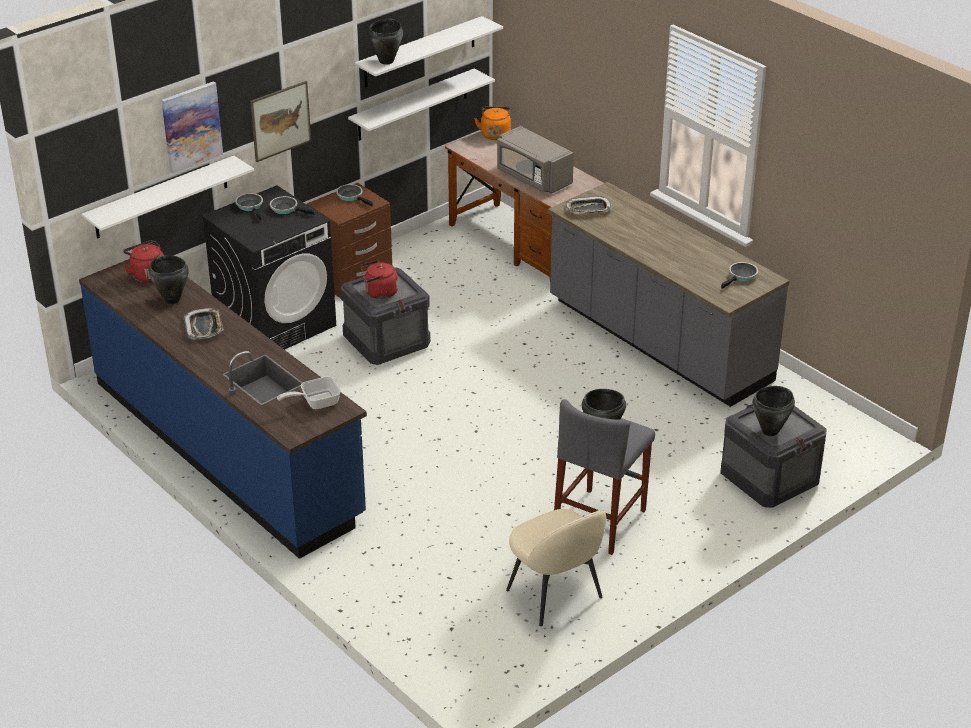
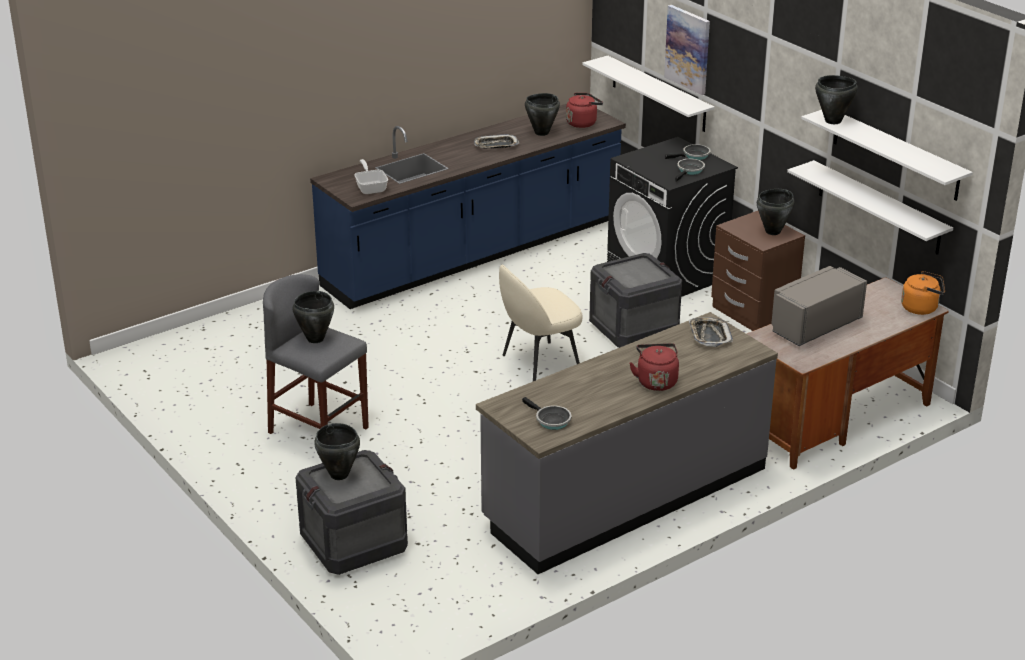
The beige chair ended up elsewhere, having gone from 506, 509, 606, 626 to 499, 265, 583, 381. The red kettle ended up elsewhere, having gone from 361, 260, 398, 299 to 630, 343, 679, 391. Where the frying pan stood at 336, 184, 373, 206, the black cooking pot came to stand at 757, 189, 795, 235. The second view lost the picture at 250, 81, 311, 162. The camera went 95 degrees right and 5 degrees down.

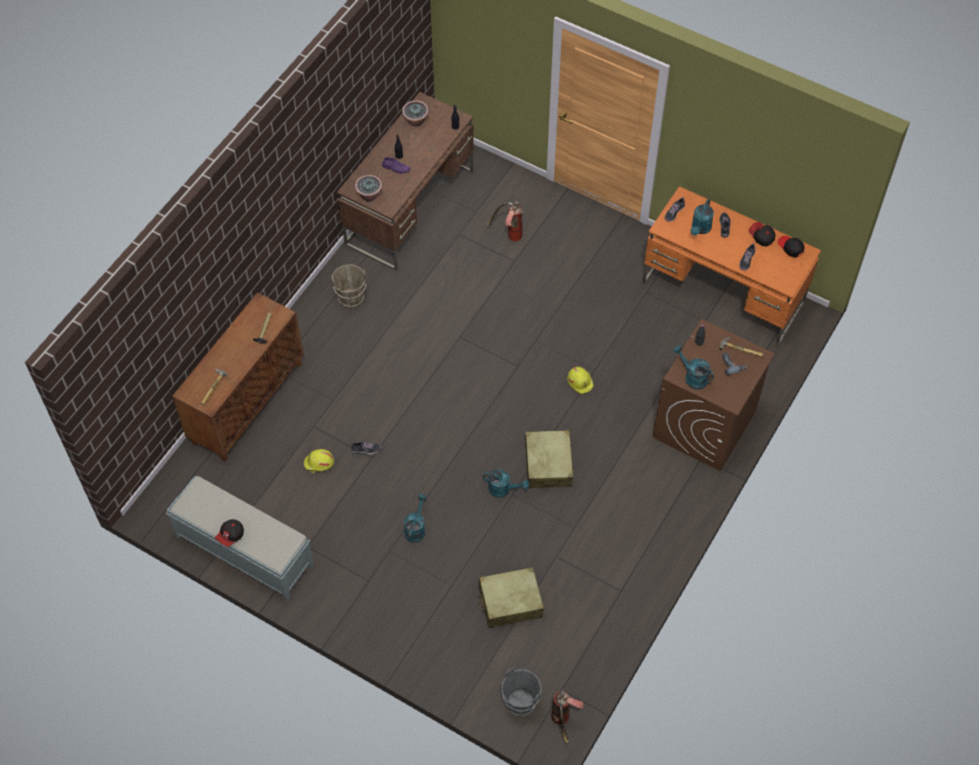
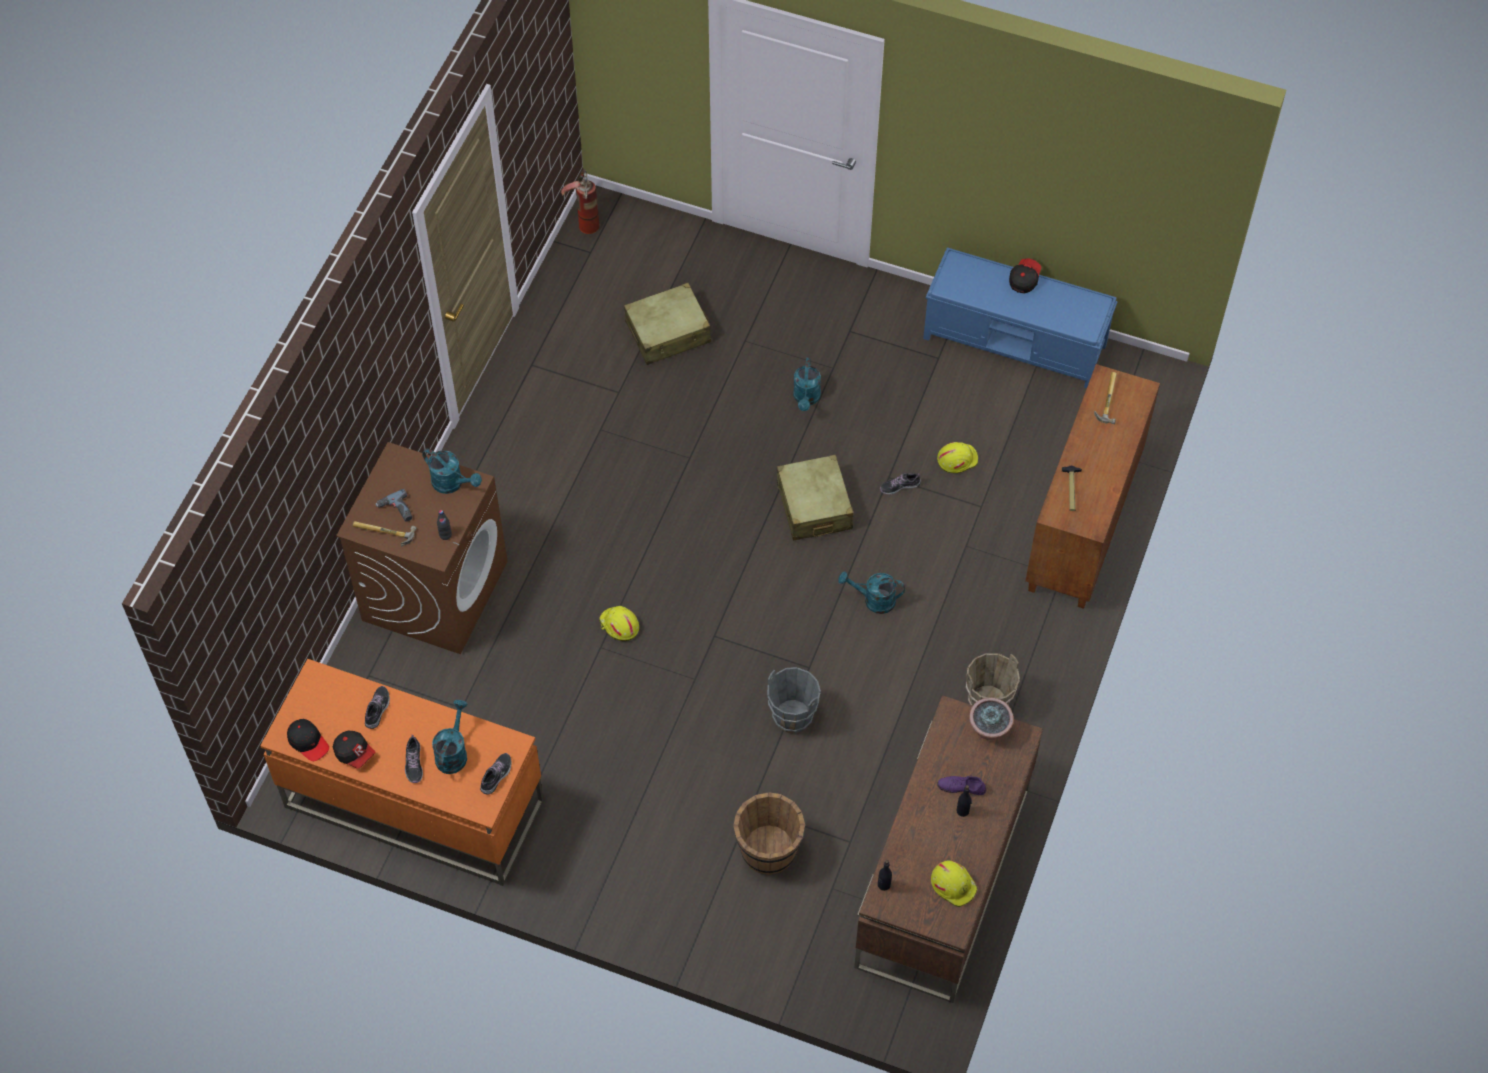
Where the fire extinguisher stood at 487, 202, 524, 242, the brown bucket came to stand at 733, 792, 805, 875. The grey bucket ended up elsewhere, having gone from 501, 668, 542, 716 to 767, 667, 821, 733. The beige suitcase ended up elsewhere, having gone from 525, 430, 574, 488 to 777, 455, 853, 541. The turquoise watering can ended up elsewhere, having gone from 483, 469, 529, 498 to 838, 572, 905, 614. What was the grey bench at 166, 476, 314, 601 turned into the blue bench at 923, 247, 1118, 388. Where the potted plant stood at 402, 100, 429, 126, the yellow hard hat came to stand at 931, 860, 978, 907. The camera went 170 degrees right and 0 degrees up.

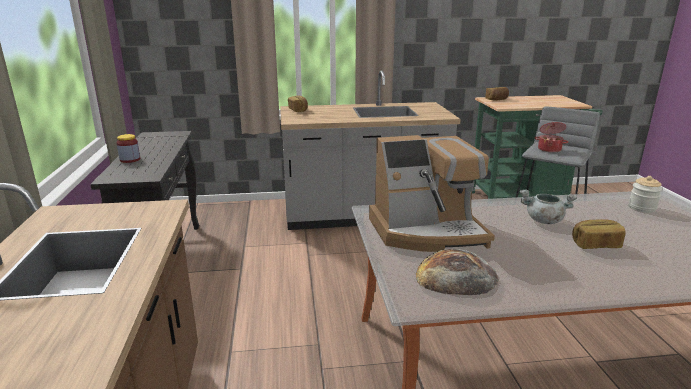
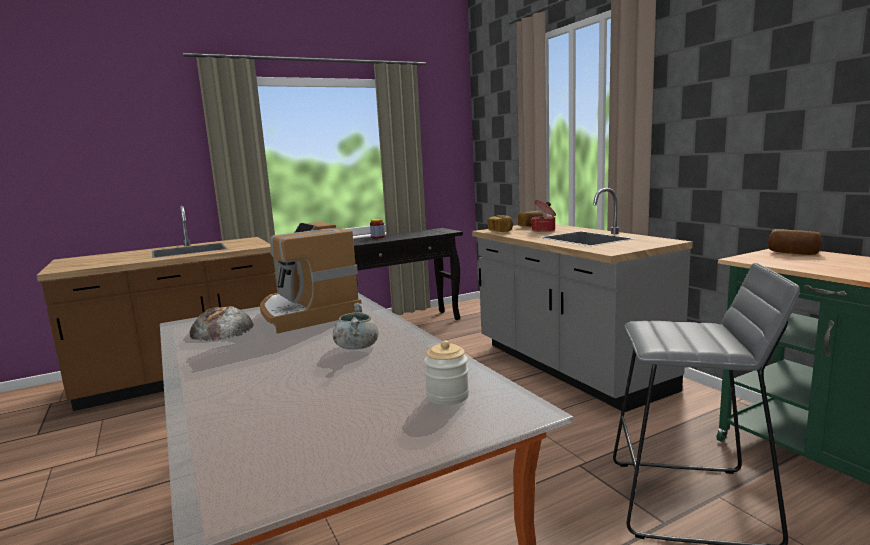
The bread ended up elsewhere, having gone from 572, 219, 626, 249 to 488, 215, 513, 232. The cooking pot ended up elsewhere, having gone from 534, 122, 568, 153 to 531, 200, 556, 232. The camera went 70 degrees right and 10 degrees down.

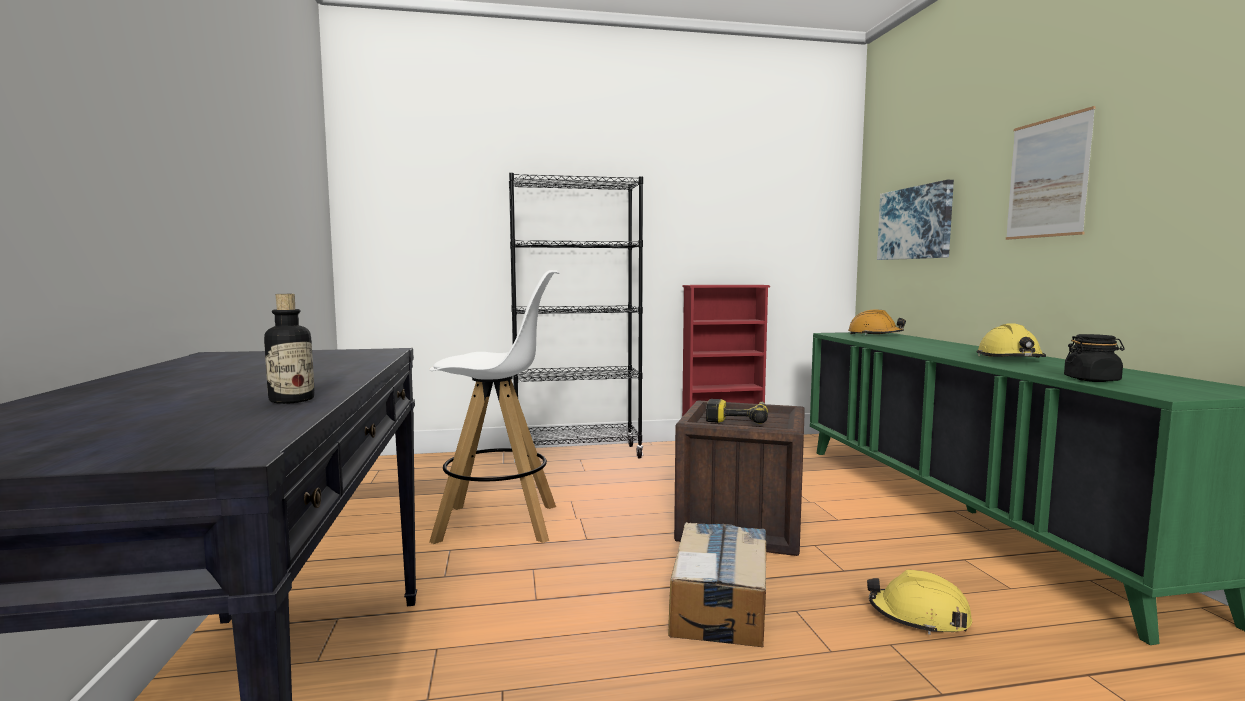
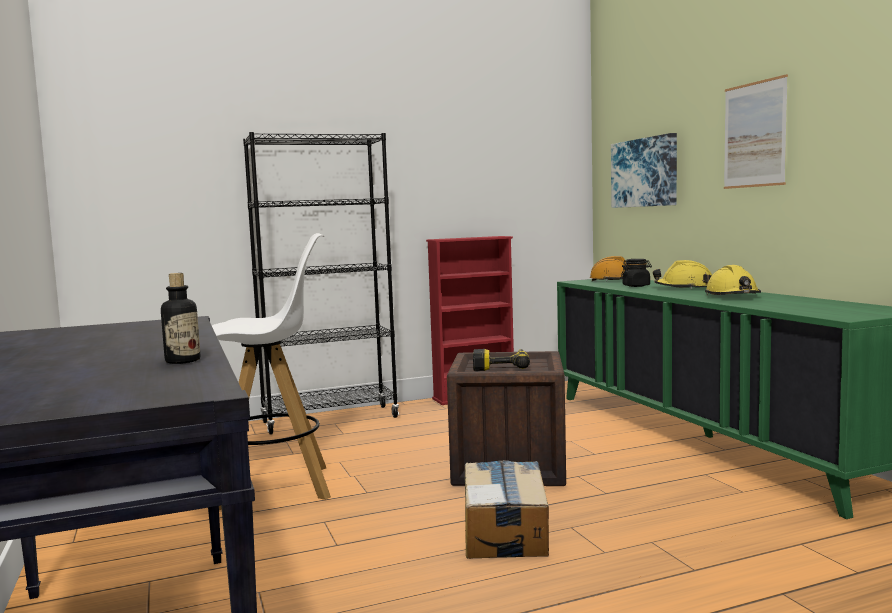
The black jar ended up elsewhere, having gone from 1064, 334, 1125, 382 to 621, 259, 652, 287. The yellow hard hat ended up elsewhere, having gone from 867, 569, 972, 635 to 653, 260, 712, 289. The camera went 10 degrees left and 0 degrees up.

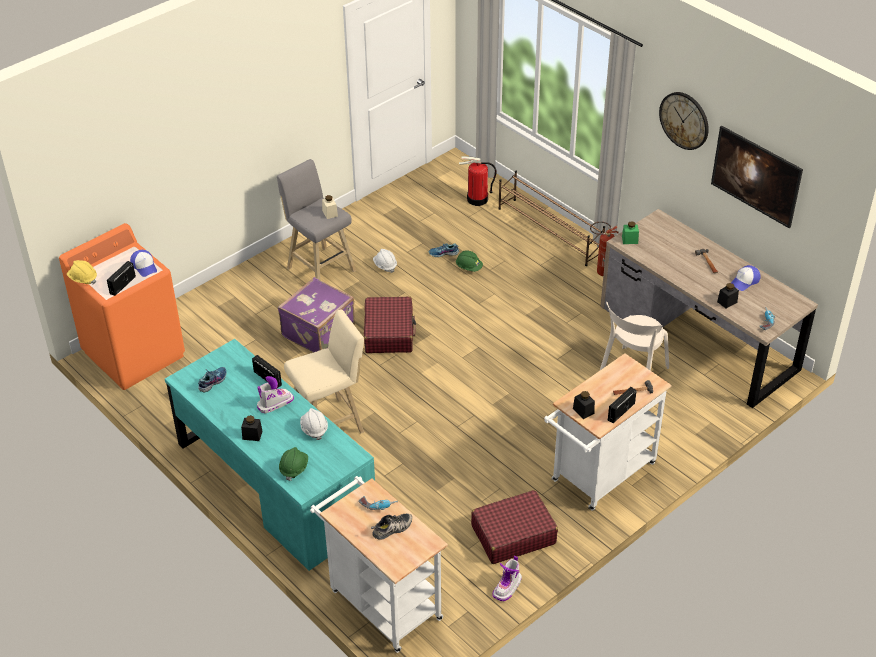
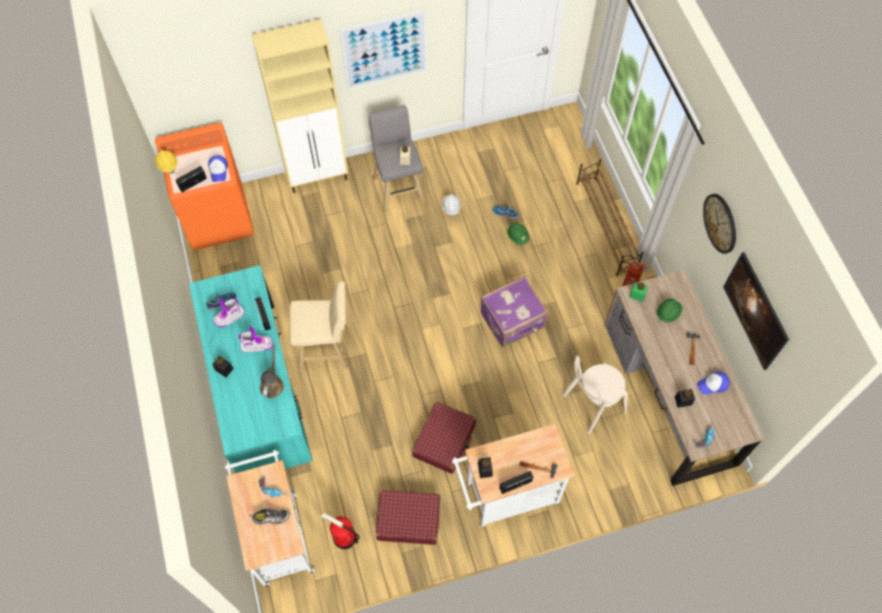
The boot ended up elsewhere, having gone from 492, 556, 522, 601 to 213, 298, 244, 327. The second view gained the beige cabinet at 252, 19, 348, 193. Where the white hard hat stood at 300, 408, 328, 440, the brown watering can came to stand at 260, 344, 284, 398. The fire extinguisher ended up elsewhere, having gone from 459, 156, 497, 206 to 321, 513, 360, 549. The second view gained the picture at 339, 10, 427, 89. The red suitcase ended up elsewhere, having gone from 364, 296, 416, 353 to 412, 402, 476, 474. The purple suitcase ended up elsewhere, having gone from 278, 277, 355, 353 to 480, 276, 548, 347. The green hard hat ended up elsewhere, having gone from 279, 447, 308, 481 to 657, 299, 683, 323. The camera went 25 degrees right and 20 degrees up.

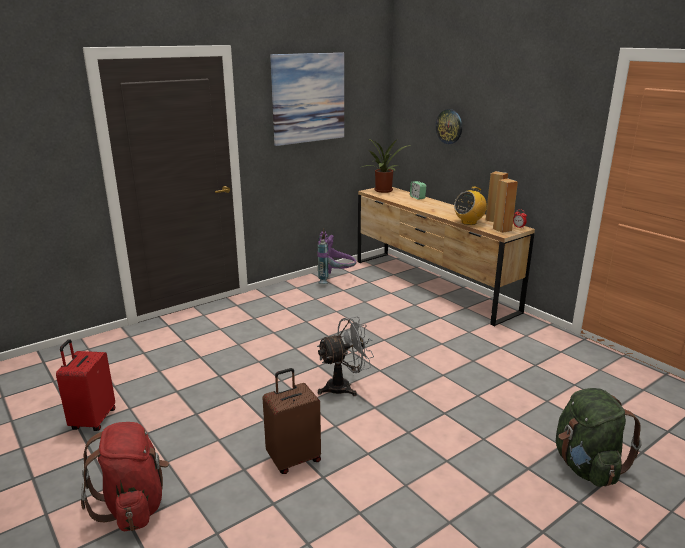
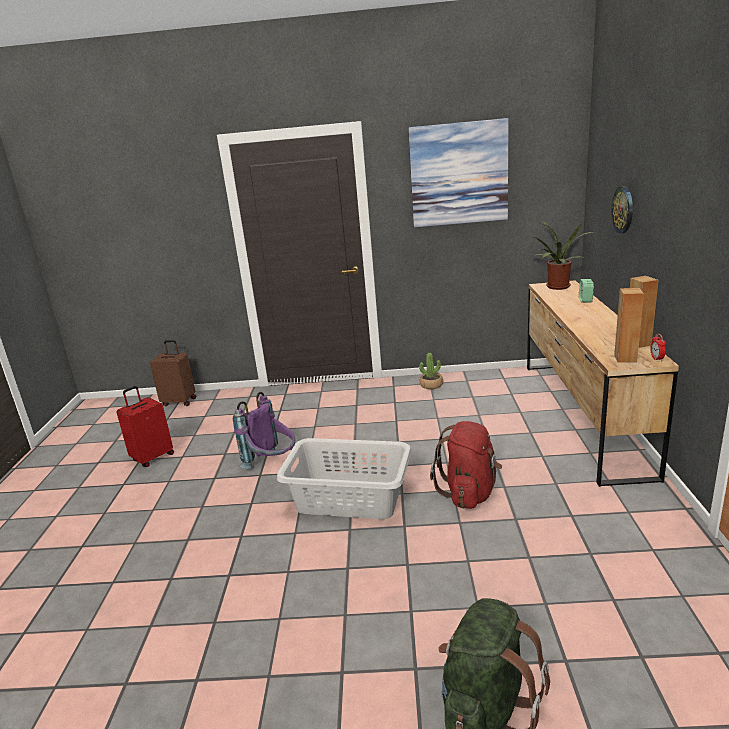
The brown suitcase ended up elsewhere, having gone from 262, 368, 321, 474 to 150, 340, 196, 406. The purple backpack ended up elsewhere, having gone from 317, 228, 356, 284 to 233, 392, 295, 469. Where the grey fan stood at 317, 316, 374, 396, the grey laundry basket came to stand at 277, 438, 412, 519. The second view gained the potted plant at 419, 353, 443, 389. The red backpack ended up elsewhere, having gone from 81, 422, 169, 531 to 430, 421, 502, 509. The second view lost the radio at 454, 187, 487, 225. The camera went 40 degrees right and 0 degrees up.

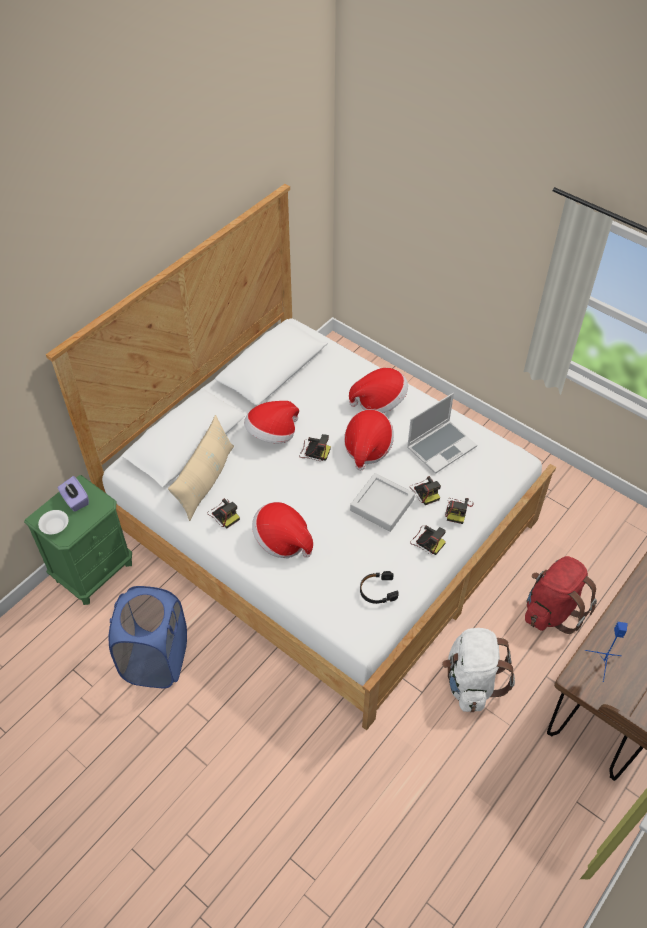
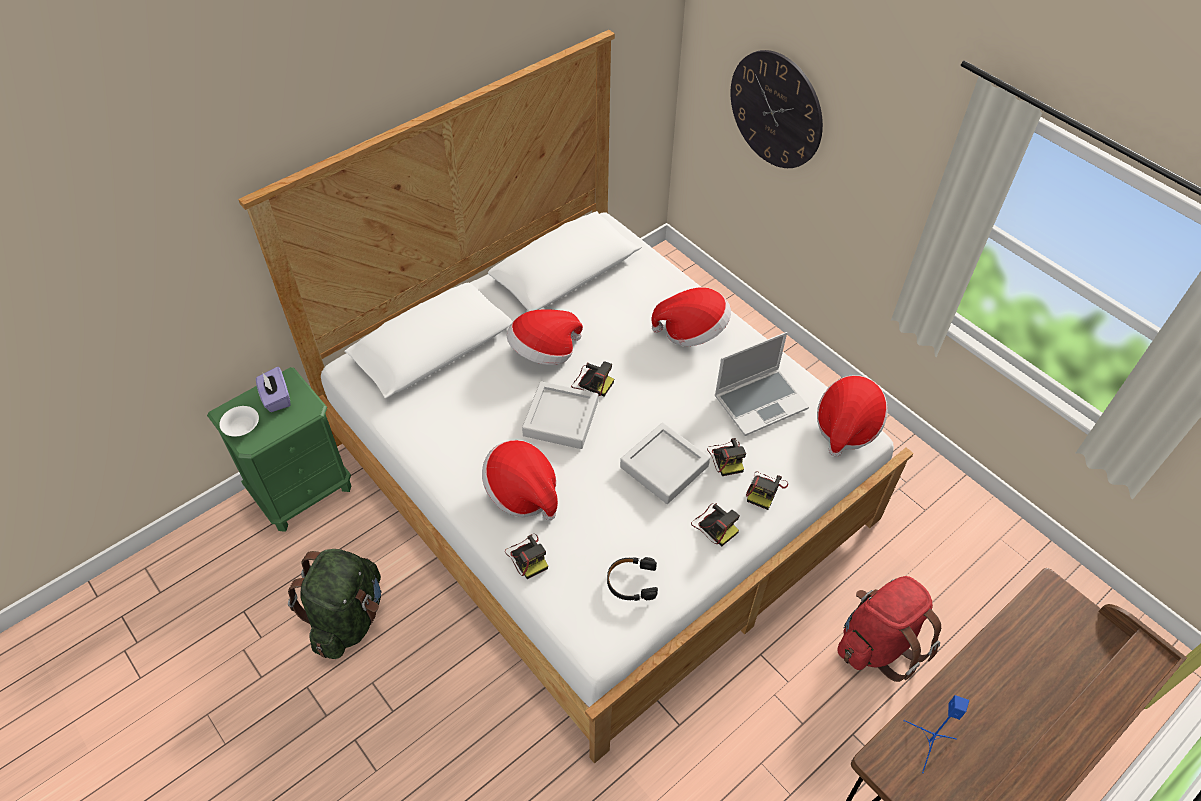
Where the blue laundry basket stood at 109, 586, 187, 688, the green backpack came to stand at 288, 549, 382, 659. The photo camera ended up elsewhere, having gone from 207, 498, 240, 528 to 505, 534, 548, 579. The second view gained the grey tray at 522, 381, 598, 449. The second view gained the wall clock at 730, 50, 823, 168. The hat ended up elsewhere, having gone from 344, 409, 394, 471 to 817, 375, 888, 457. The second view lost the beige pillow at 168, 415, 234, 521. The second view lost the white backpack at 442, 628, 515, 712. The camera went 10 degrees right and 0 degrees up.

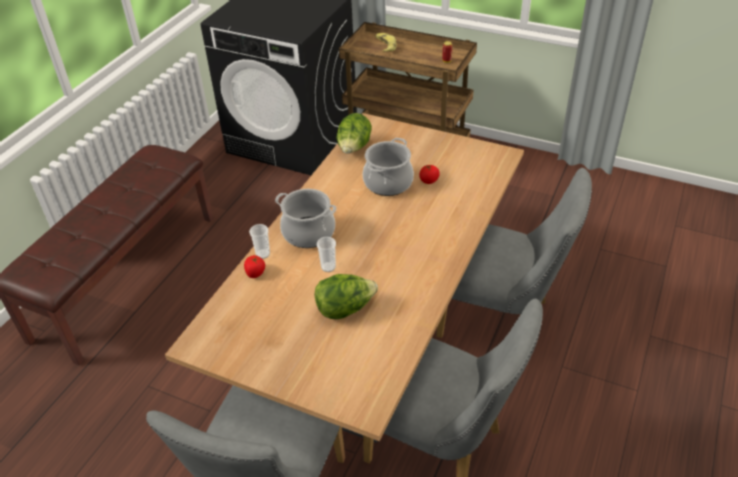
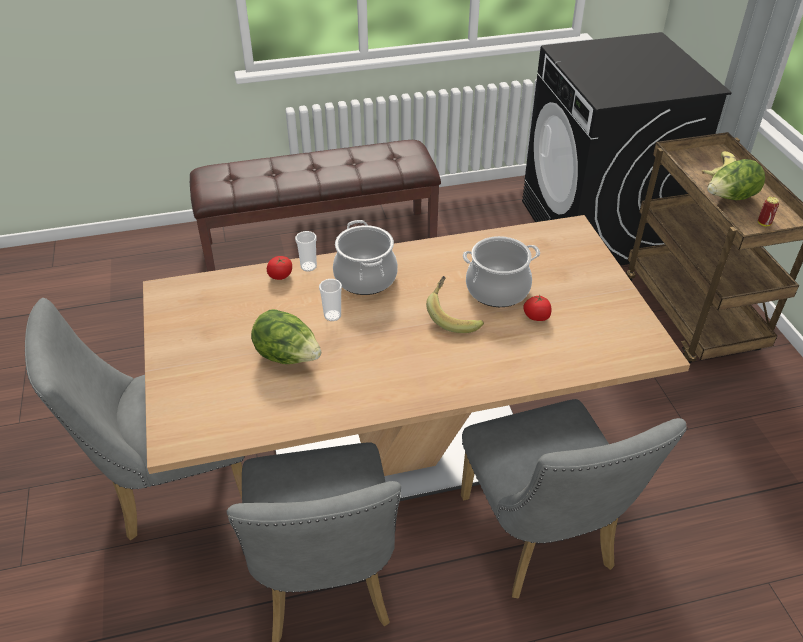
The second view gained the banana at 426, 276, 484, 333. The lettuce ended up elsewhere, having gone from 336, 113, 372, 154 to 707, 159, 765, 200. The camera went 50 degrees right and 0 degrees up.

